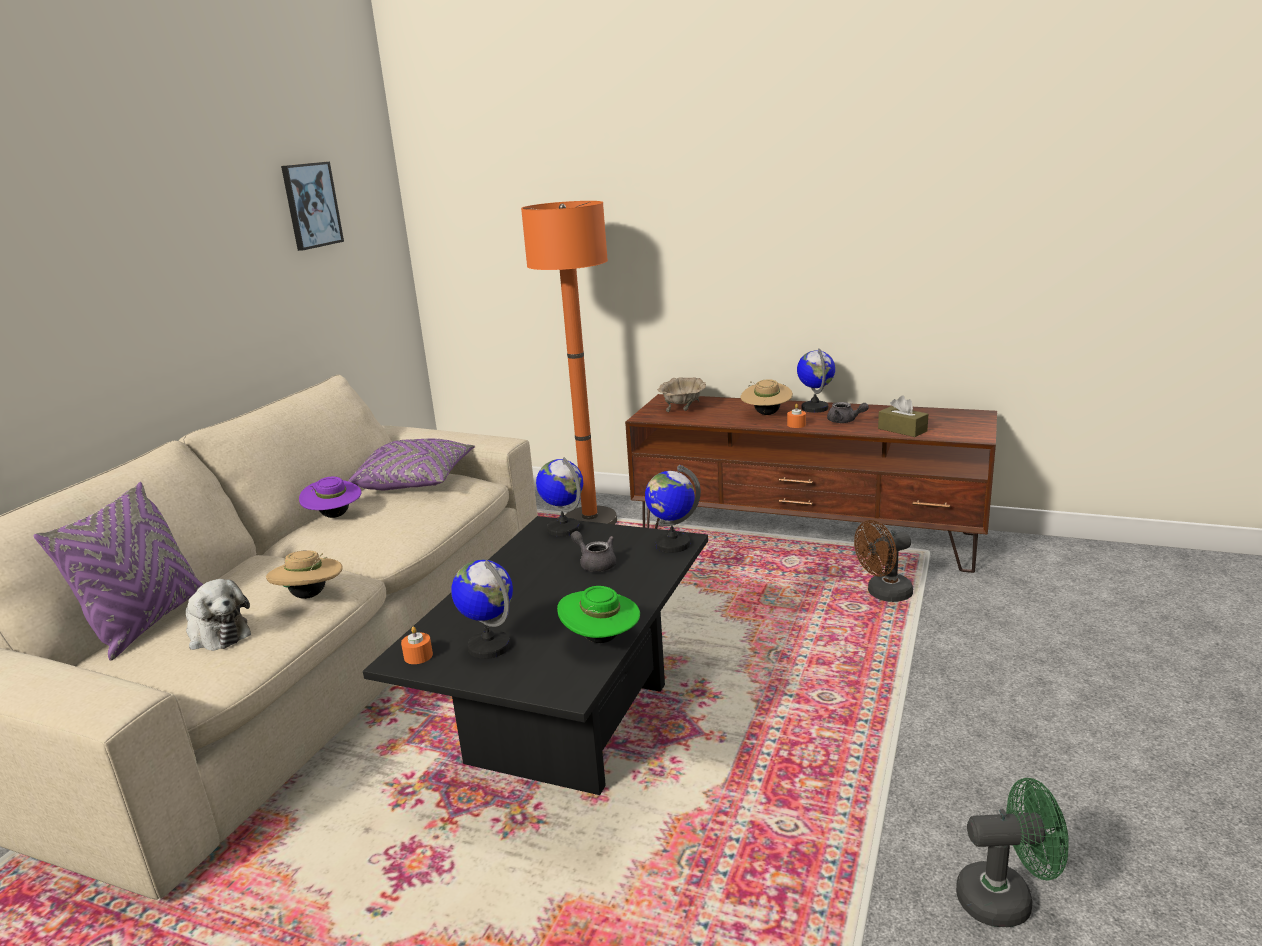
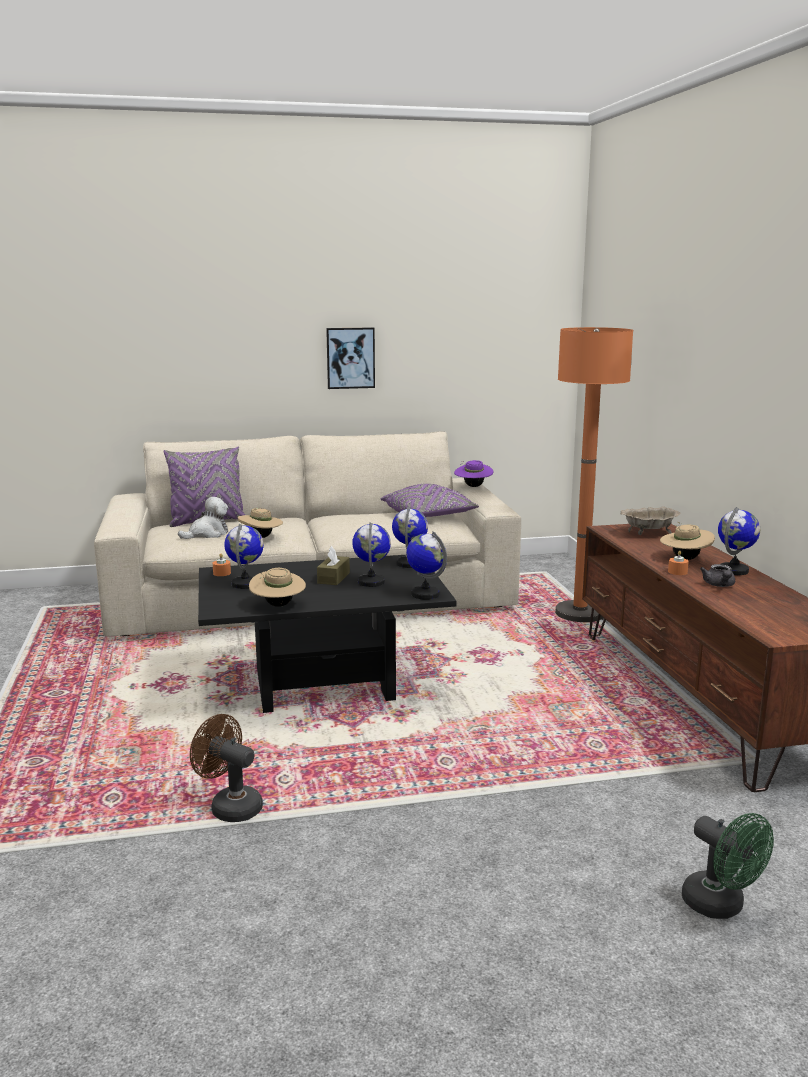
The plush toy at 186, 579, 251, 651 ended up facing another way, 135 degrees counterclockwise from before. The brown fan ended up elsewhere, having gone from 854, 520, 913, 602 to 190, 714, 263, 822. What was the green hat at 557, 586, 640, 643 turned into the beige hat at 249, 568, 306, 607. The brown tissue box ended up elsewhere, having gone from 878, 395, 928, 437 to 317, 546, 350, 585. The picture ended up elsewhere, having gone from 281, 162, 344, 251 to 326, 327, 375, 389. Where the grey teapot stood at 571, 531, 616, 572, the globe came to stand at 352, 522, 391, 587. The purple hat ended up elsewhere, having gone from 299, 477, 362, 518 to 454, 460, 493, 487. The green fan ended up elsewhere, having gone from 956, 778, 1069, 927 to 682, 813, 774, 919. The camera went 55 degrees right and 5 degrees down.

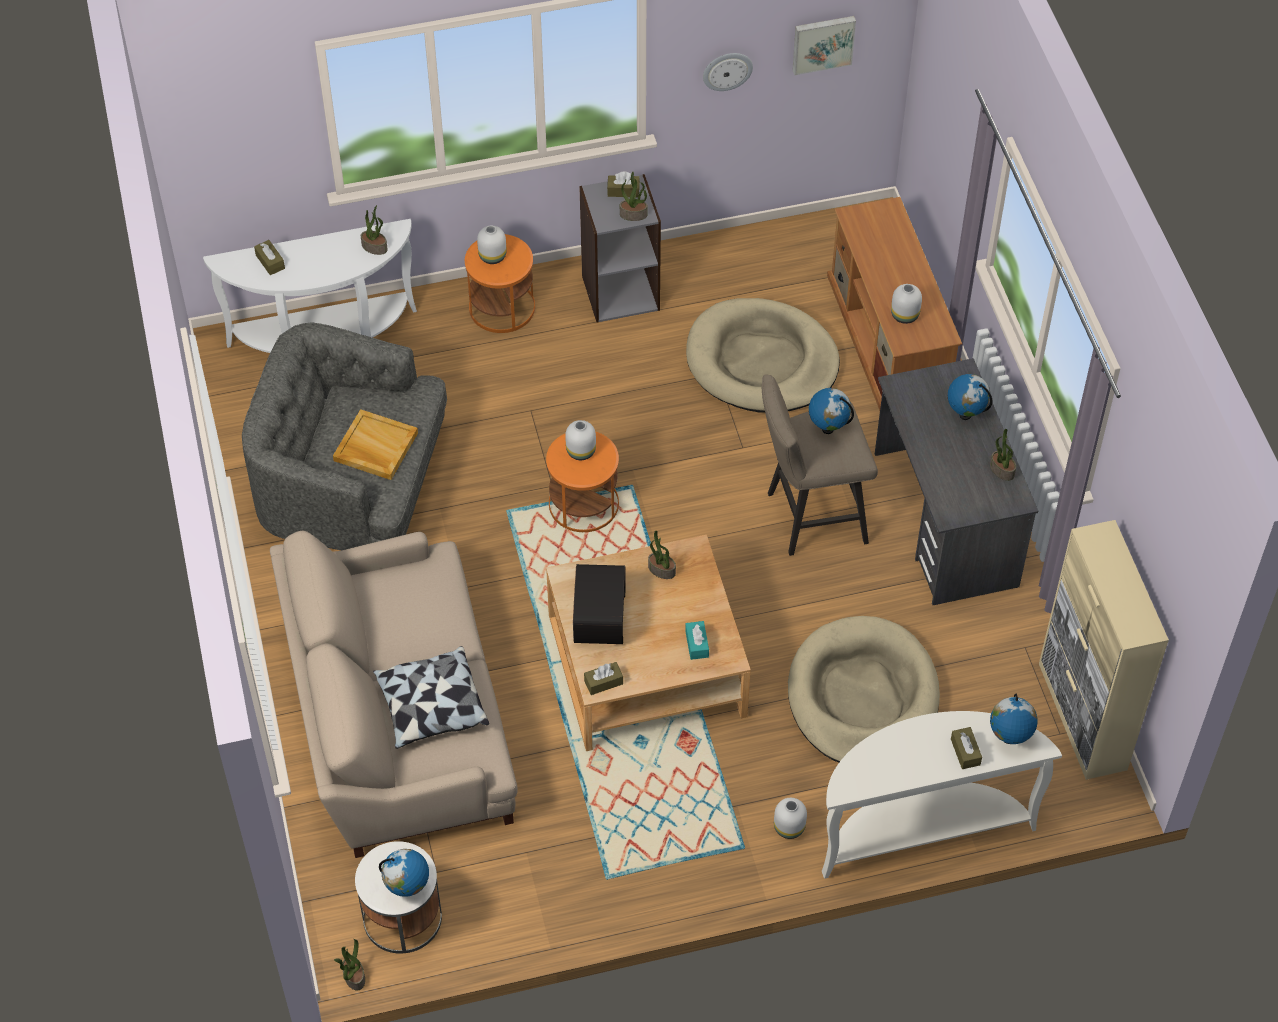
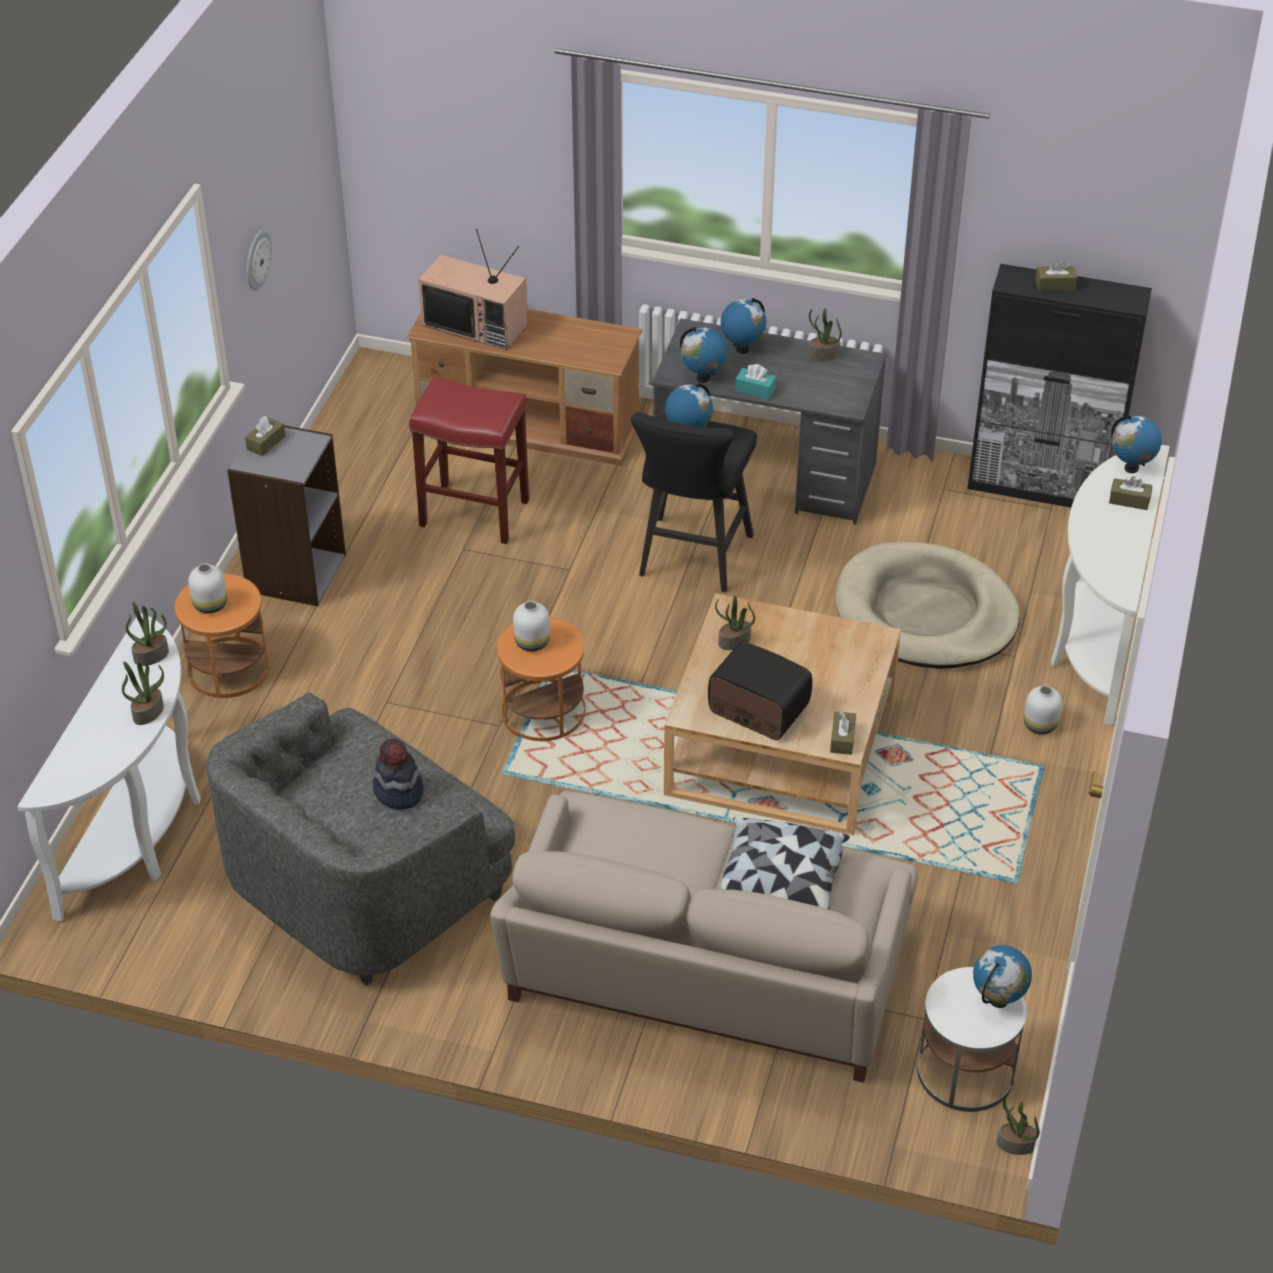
The potted plant ended up elsewhere, having gone from 620, 172, 648, 221 to 122, 662, 164, 725. Where the beige tray stood at 333, 409, 418, 480, the hat came to stand at 373, 739, 423, 809. Where the beige dog bed stood at 686, 298, 840, 413, the red stool came to stand at 409, 377, 529, 544. The second view gained the television at 418, 229, 528, 350. What was the beige stool at 762, 375, 878, 556 turned into the black stool at 631, 412, 757, 593. The second view gained the globe at 680, 327, 727, 383. The turquoise tissue box ended up elsewhere, having gone from 685, 621, 709, 660 to 735, 364, 776, 399. What was the beige cabinet at 1039, 520, 1169, 780 turned into the black cabinet at 968, 264, 1152, 508. The brown tissue box ended up elsewhere, having gone from 254, 240, 285, 275 to 1035, 260, 1077, 291. The second view lost the picture at 793, 16, 856, 75. The second view lost the white vase at 891, 284, 922, 324. The camera went 60 degrees left and 10 degrees down.

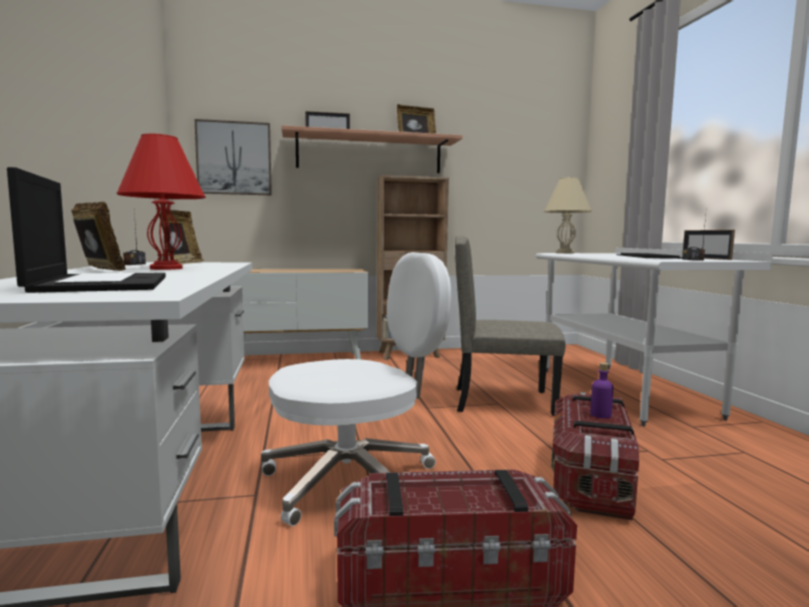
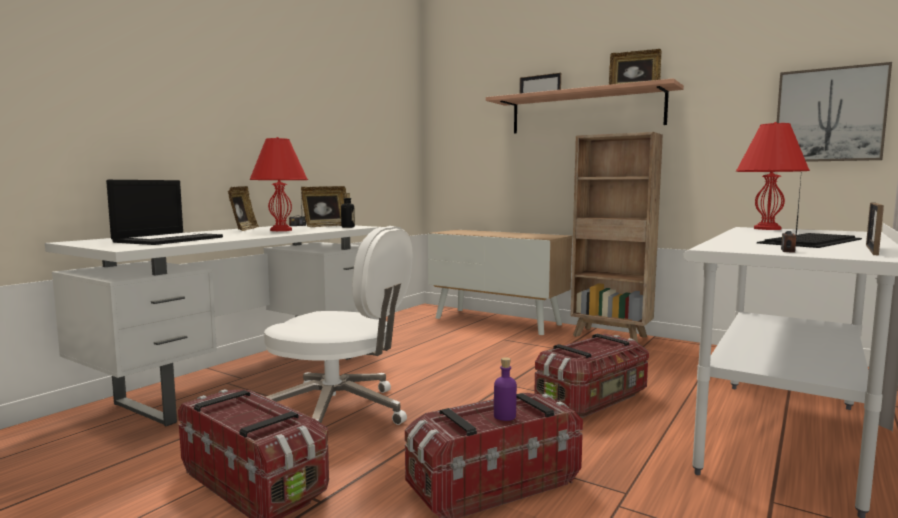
The second view gained the bottle at 341, 193, 355, 228. Where the beige chair stood at 455, 236, 566, 416, the storage box came to stand at 534, 334, 649, 418. What was the beige table lamp at 544, 177, 592, 253 turned into the red table lamp at 736, 122, 810, 230. The picture ended up elsewhere, having gone from 195, 119, 272, 195 to 777, 62, 892, 162. The camera went 45 degrees right and 0 degrees up.

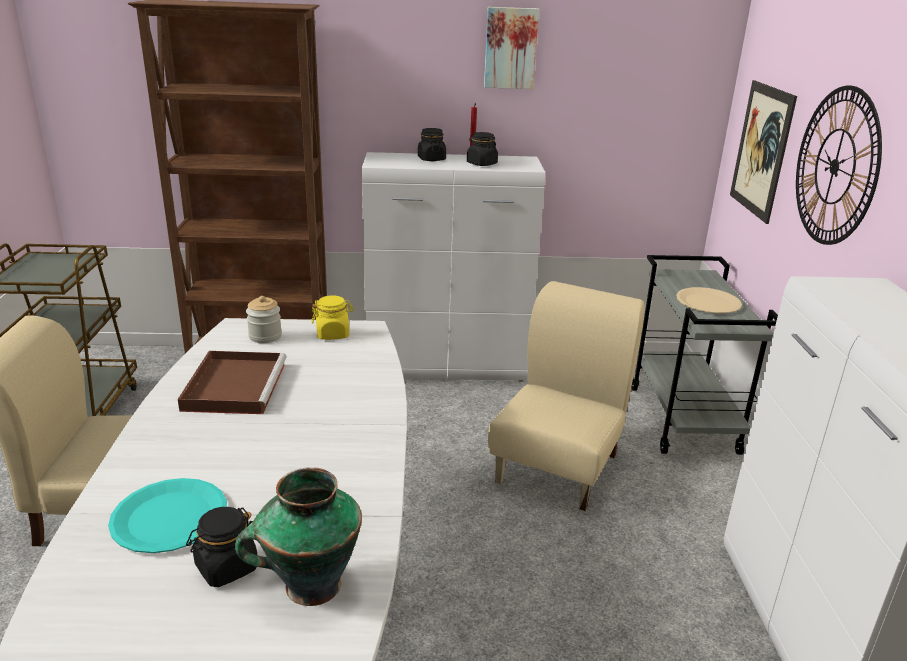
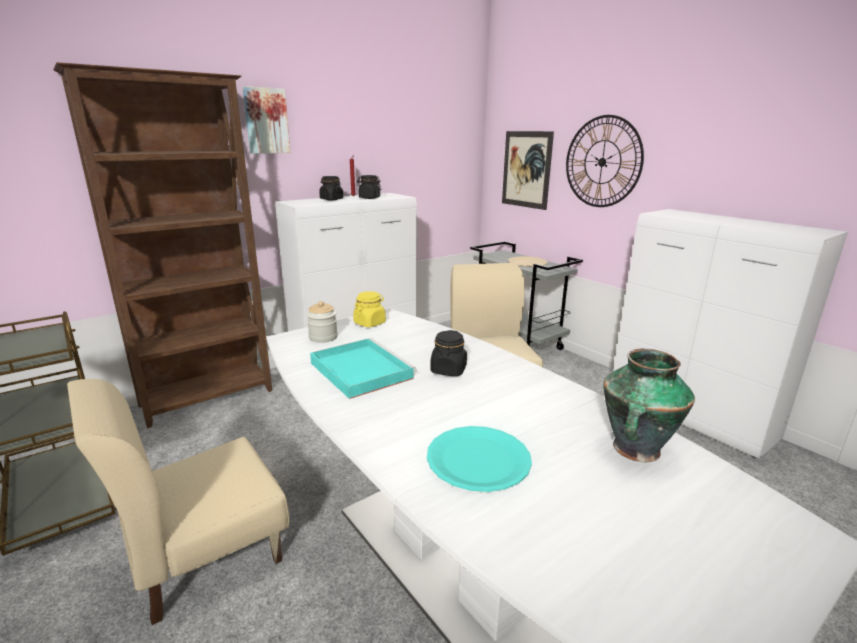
The picture ended up elsewhere, having gone from 484, 7, 539, 89 to 242, 86, 290, 154. What was the brown tray at 178, 351, 287, 414 turned into the turquoise tray at 310, 338, 416, 399. The black jar ended up elsewhere, having gone from 186, 507, 257, 587 to 430, 330, 467, 376. The camera went 35 degrees left and 5 degrees down.

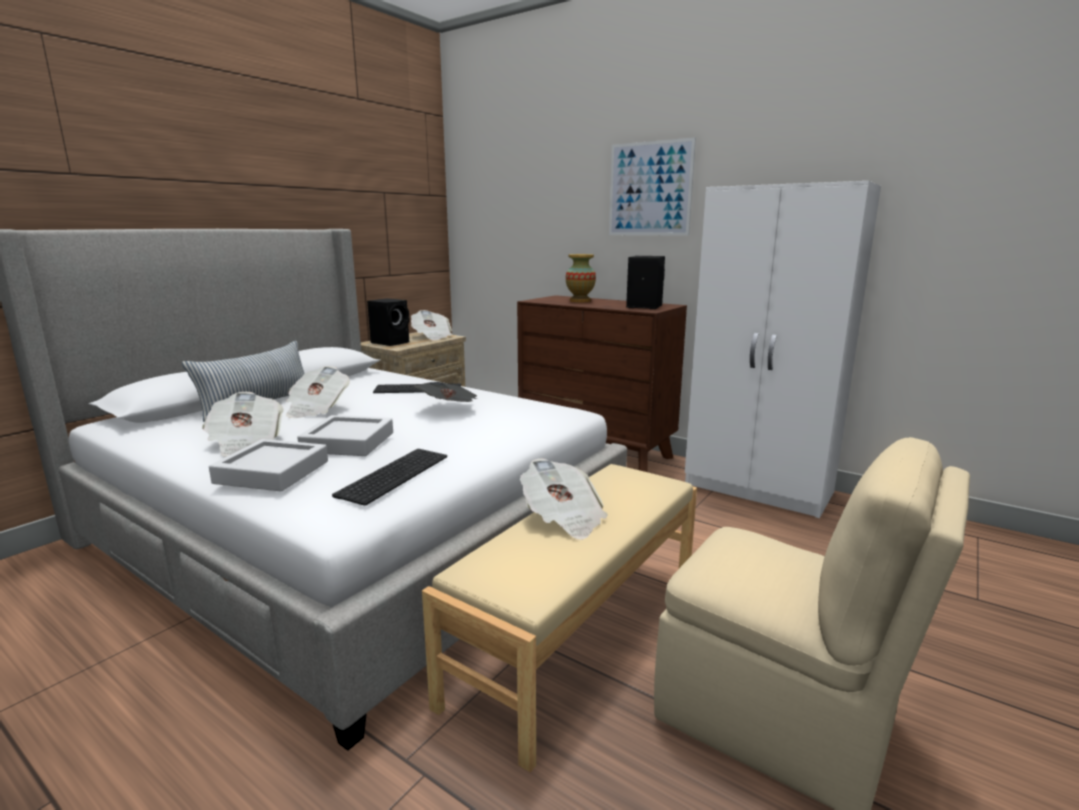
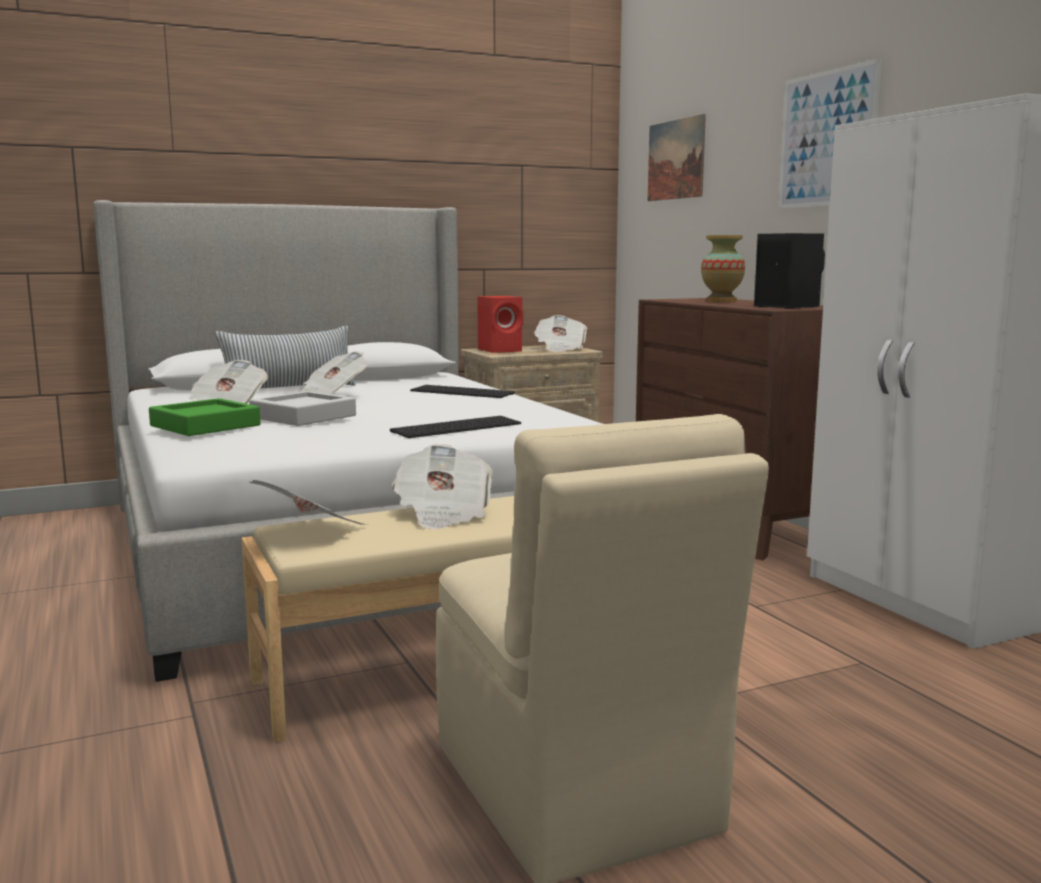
What was the grey tray at 209, 439, 328, 491 turned into the green tray at 149, 398, 261, 436. The newspaper ended up elsewhere, having gone from 414, 382, 477, 402 to 249, 480, 364, 525. The keyboard ended up elsewhere, having gone from 332, 449, 447, 506 to 390, 416, 521, 438. What was the black speaker at 367, 298, 410, 346 turned into the red speaker at 477, 296, 523, 353. The second view gained the picture at 648, 114, 706, 201. The camera went 30 degrees right and 5 degrees down.

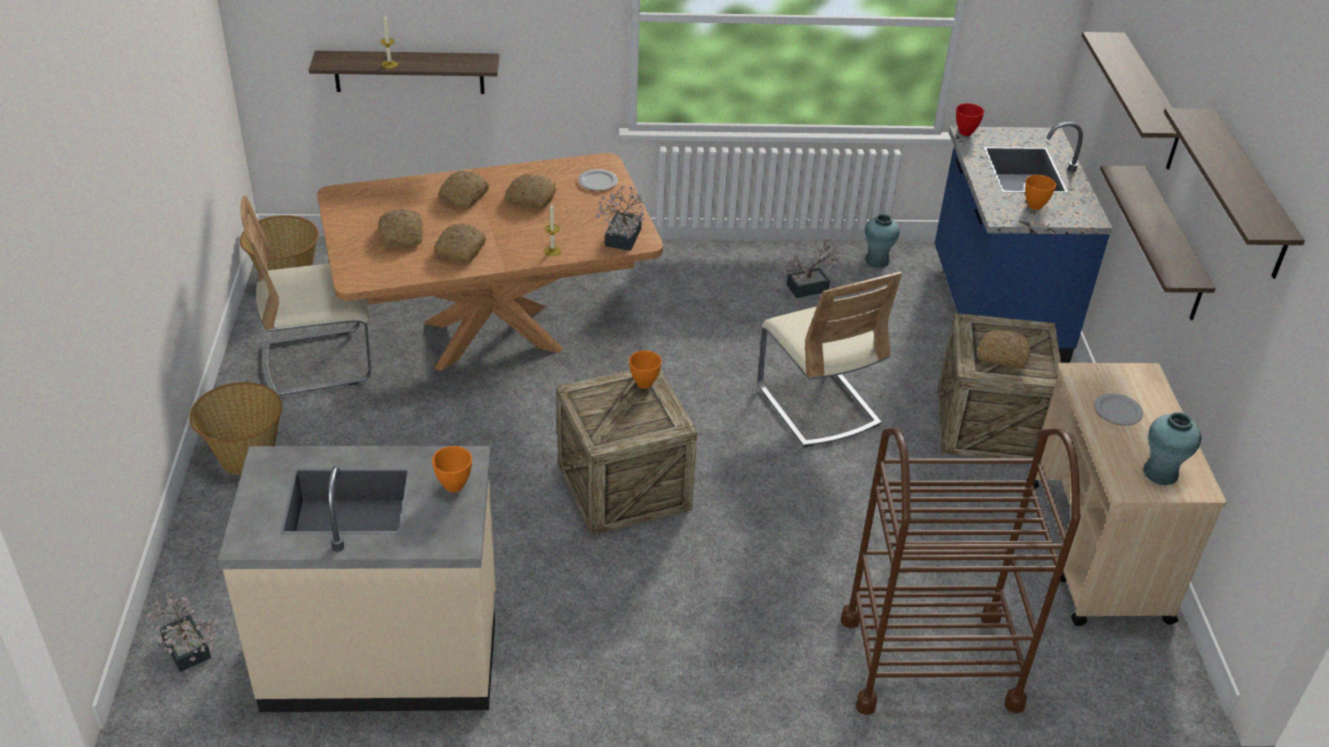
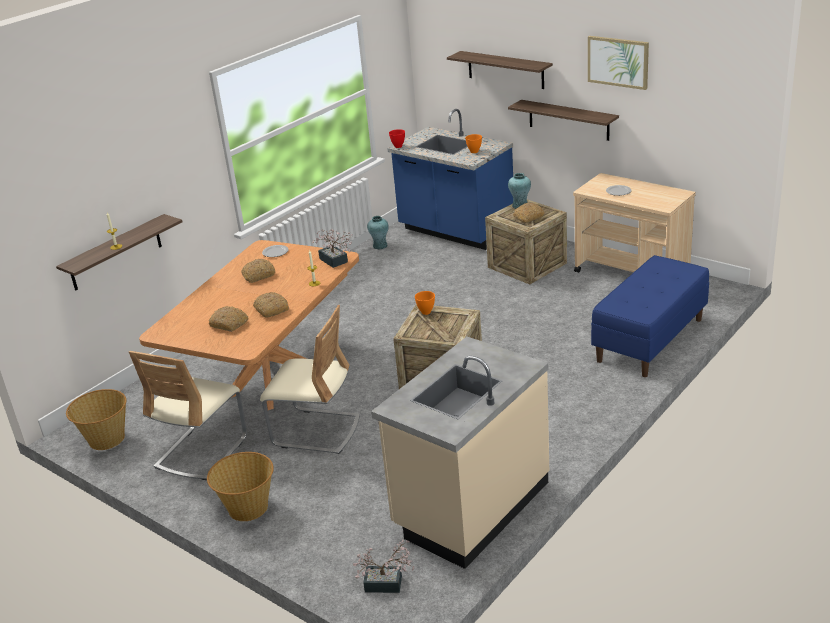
The beige chair ended up elsewhere, having gone from 758, 272, 902, 447 to 260, 305, 360, 454. The turquoise vase ended up elsewhere, having gone from 1143, 412, 1202, 485 to 508, 173, 531, 209. Where the shelf hung at 1164, 108, 1305, 279, the picture came to hang at 588, 36, 649, 90. Where the brown cart stood at 841, 428, 1080, 715, the blue bench came to stand at 591, 255, 709, 377. The second view lost the orange bowl at 432, 446, 472, 492. The second view lost the bread at 439, 170, 489, 208. The second view lost the potted plant at 783, 238, 844, 298. The camera went 45 degrees left and 10 degrees down.

